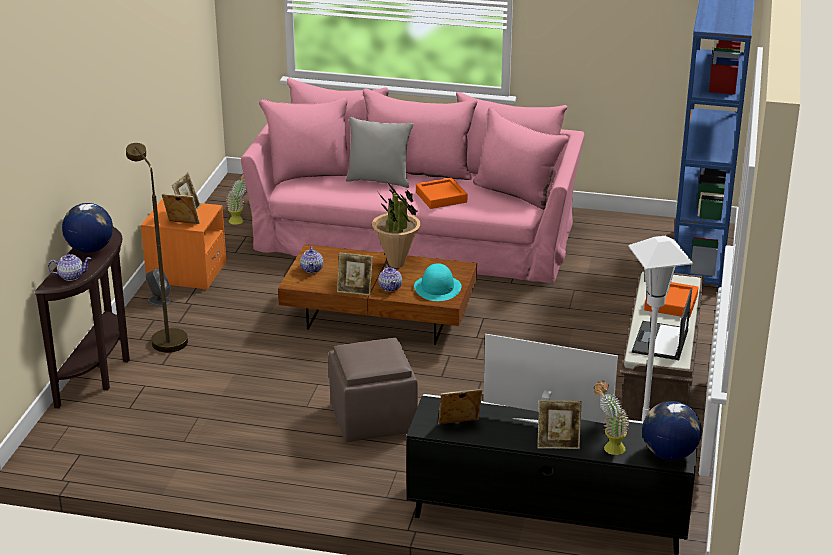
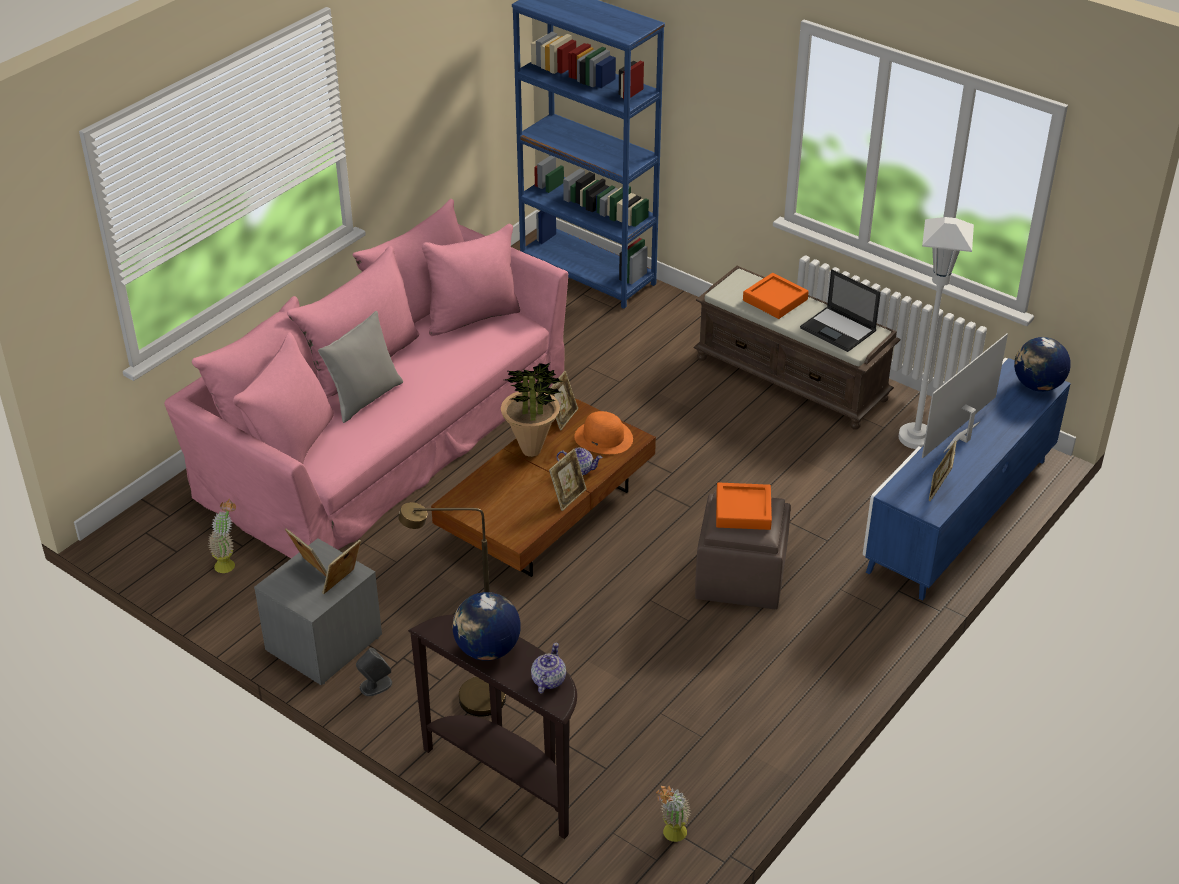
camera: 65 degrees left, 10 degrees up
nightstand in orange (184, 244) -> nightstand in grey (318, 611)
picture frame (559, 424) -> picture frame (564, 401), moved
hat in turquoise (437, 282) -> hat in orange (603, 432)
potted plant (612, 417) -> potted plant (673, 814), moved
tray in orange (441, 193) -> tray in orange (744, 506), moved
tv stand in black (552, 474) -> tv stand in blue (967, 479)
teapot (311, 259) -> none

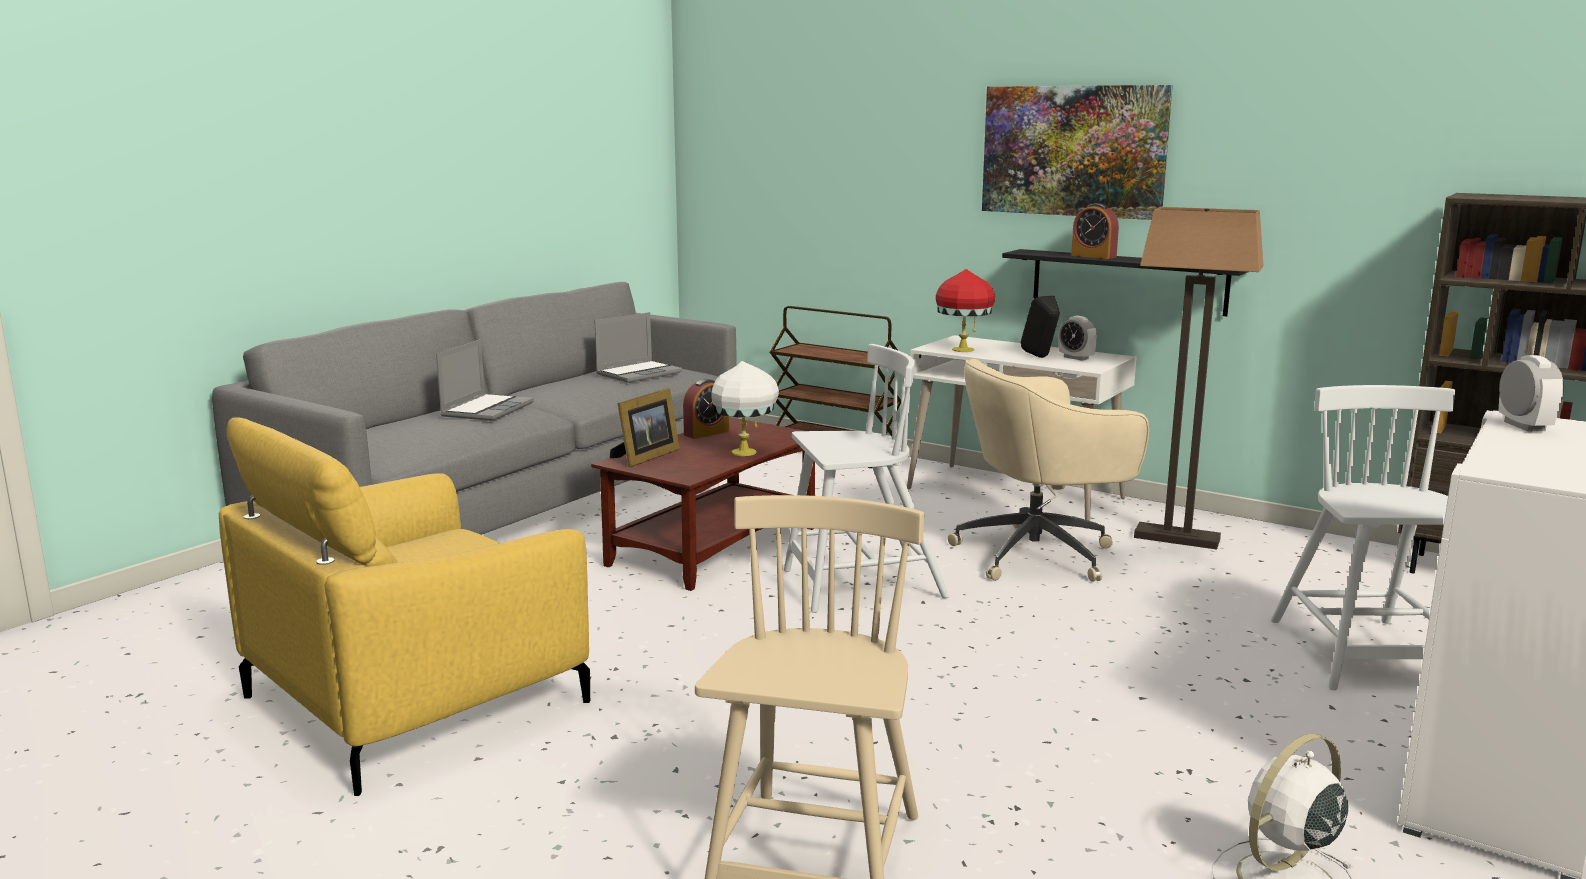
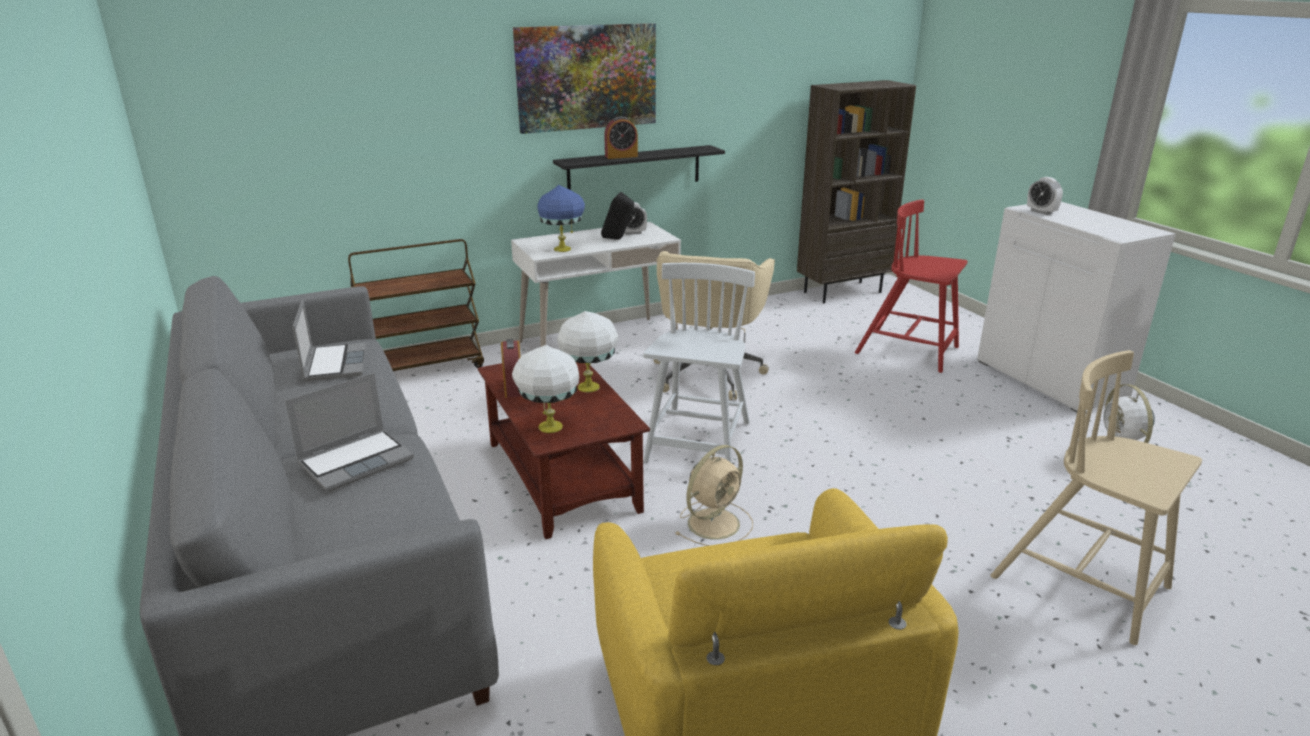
camera: 60 degrees left, 10 degrees up
laptop (485, 380) -> laptop (349, 432), 90 degrees clockwise
picture frame (645, 427) -> table lamp in white (545, 389)
table lamp in red (965, 310) -> table lamp in blue (561, 218)
none -> fan in beige (714, 495)
chair in white (1363, 537) -> chair in red (911, 286)
alarm clock (1531, 393) -> alarm clock (1045, 196), 150 degrees counterclockwise
floor lamp (1199, 378) -> none

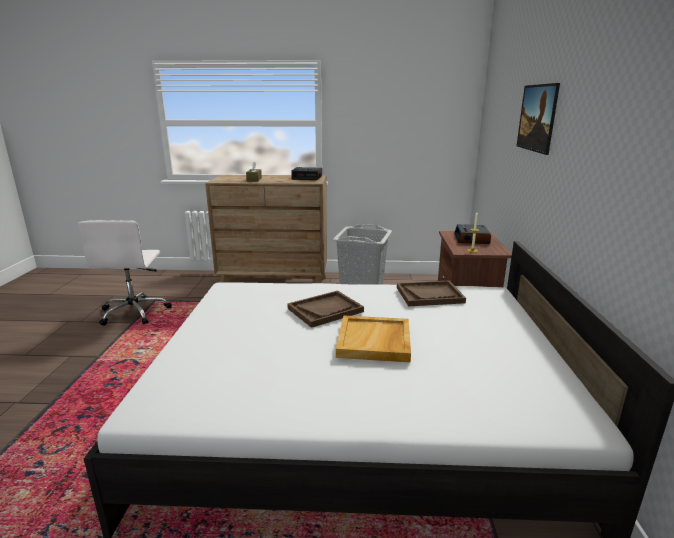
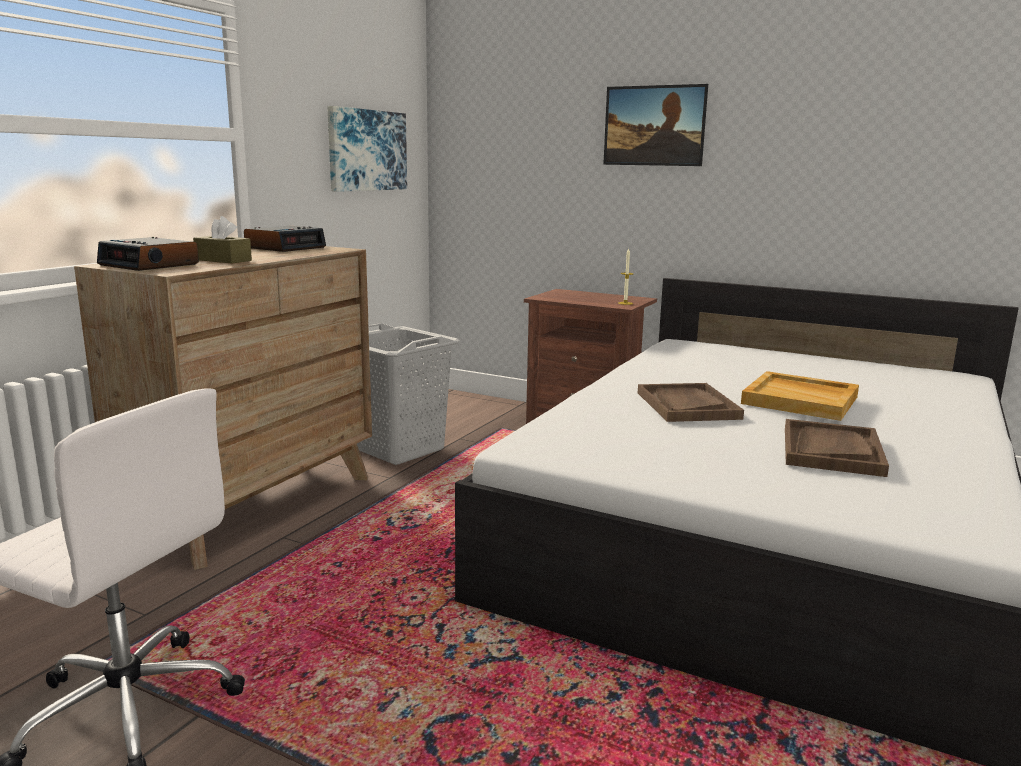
camera: 65 degrees left, 5 degrees down
alarm clock (472, 234) -> alarm clock (148, 254), moved
none -> picture (367, 149)
tray in brown (431, 293) -> tray in brown (837, 448), moved

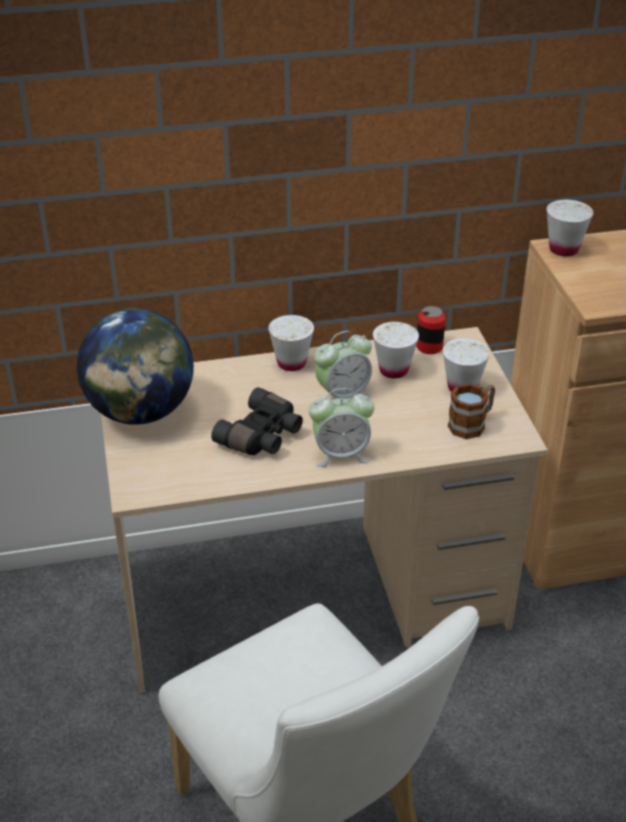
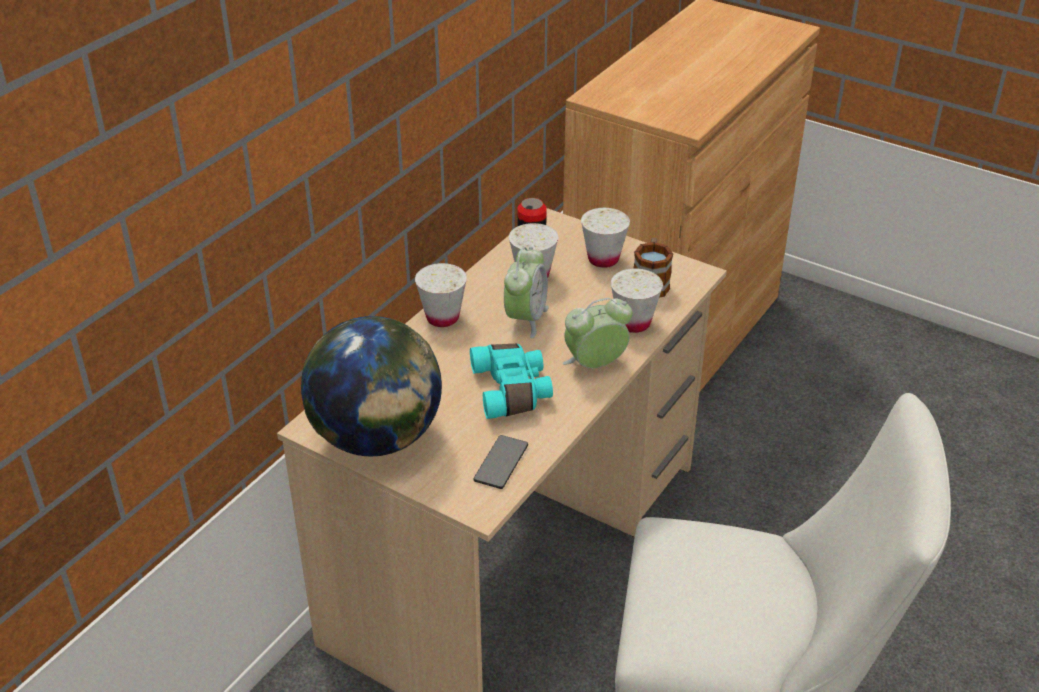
camera: 45 degrees left, 0 degrees up
binoculars in black (257, 421) -> binoculars in turquoise (511, 381)
none -> phone (500, 462)
alarm clock (342, 427) -> alarm clock (597, 333), 150 degrees counterclockwise
cup in white (570, 228) -> cup in white (637, 300), moved

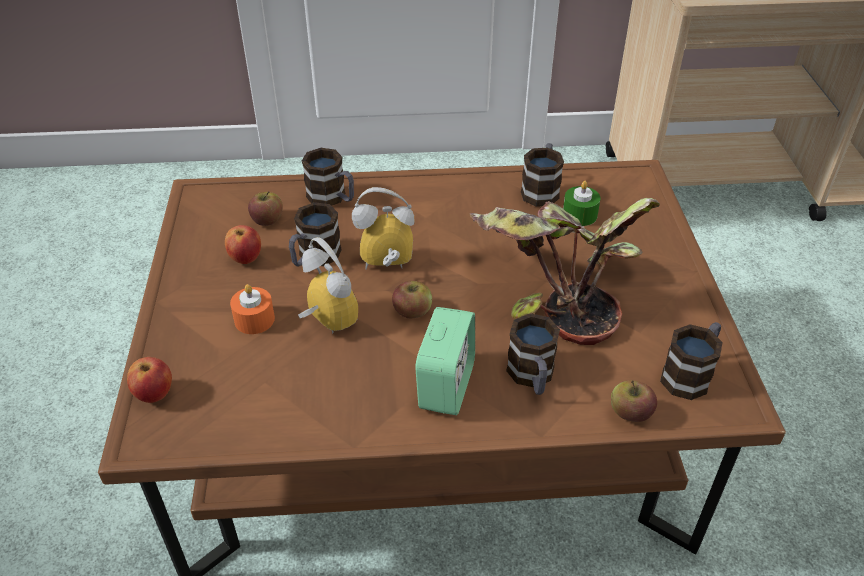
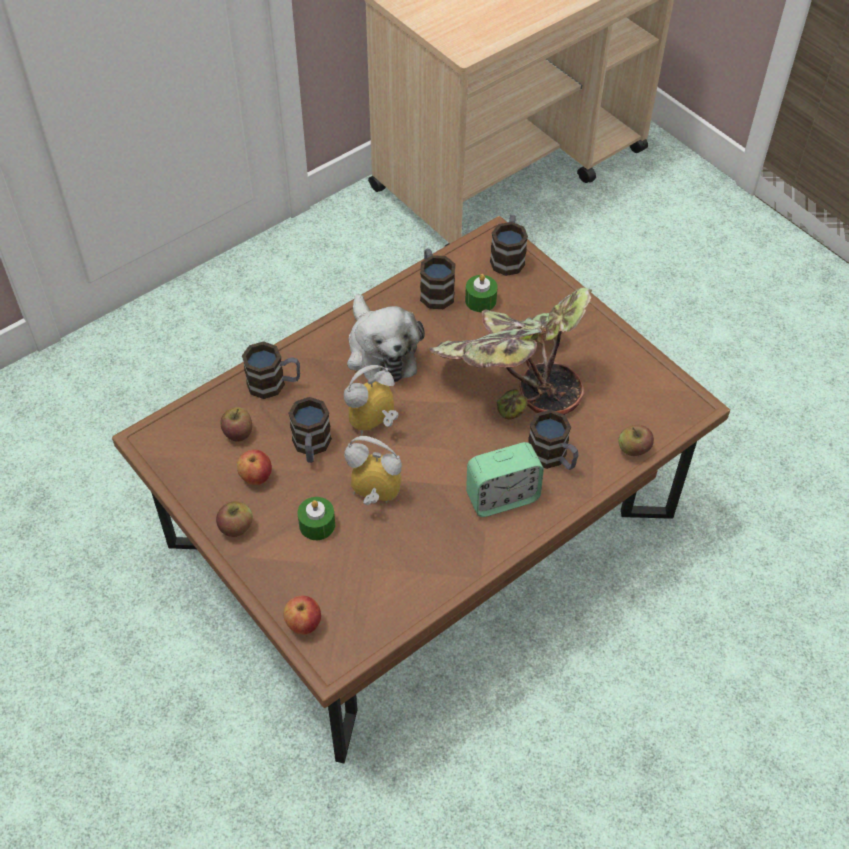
camera: 35 degrees left, 10 degrees up
apple (412, 299) -> apple (234, 519), moved
candle in orange (252, 309) -> candle in green (316, 518)
none -> plush toy (386, 338)
alarm clock (445, 361) -> alarm clock (505, 479), 90 degrees clockwise
mug (691, 361) -> mug (509, 245), moved

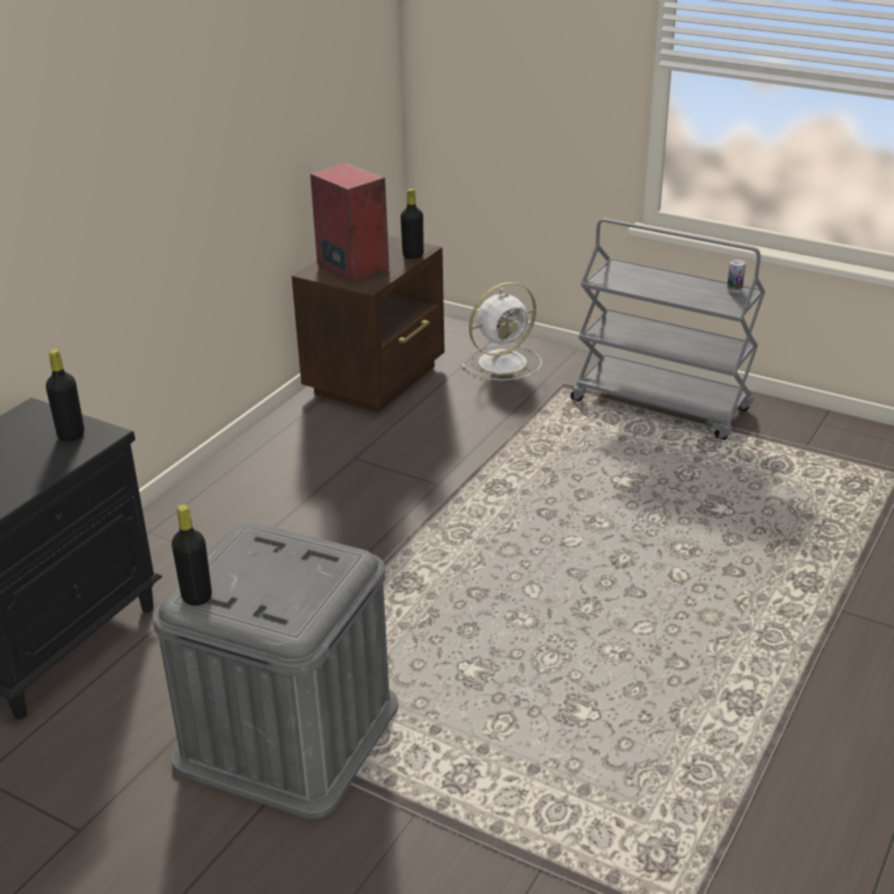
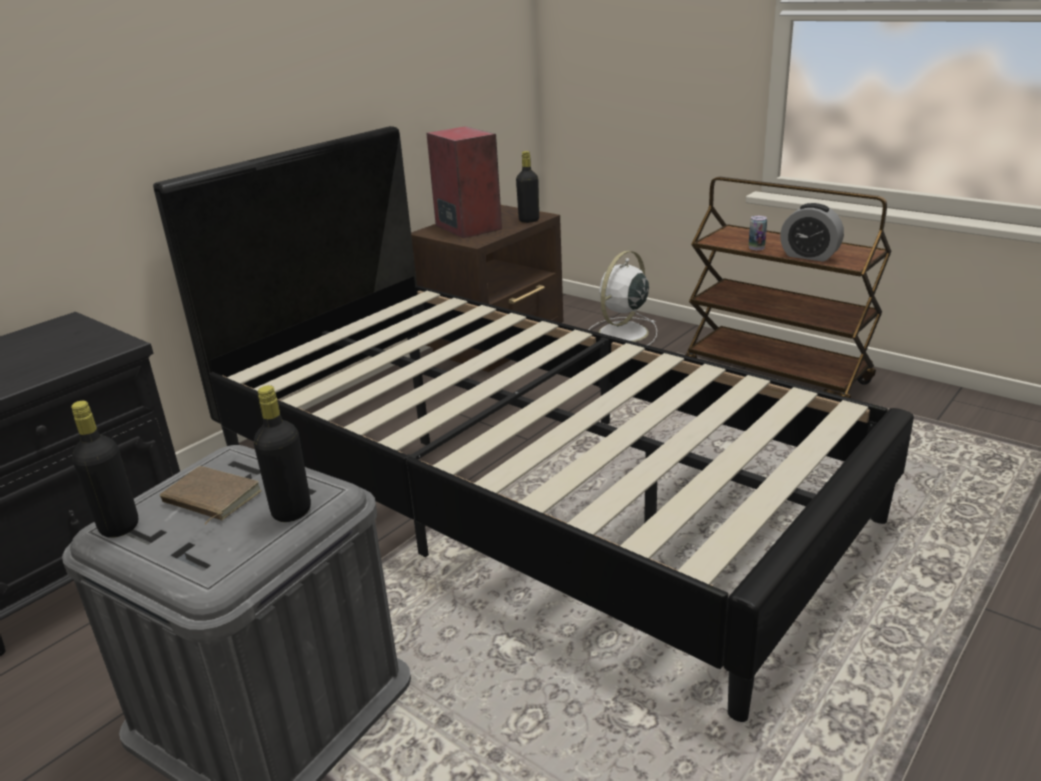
camera: 10 degrees right, 5 degrees down
none -> bed in black (533, 424)
none -> book in brown (211, 495)
bottle in black (65, 395) -> bottle in black (282, 453), moved
fan in white (501, 331) -> fan in white (622, 298), 150 degrees clockwise
cart in grey (667, 329) -> cart in brown (788, 287)
can (736, 276) -> can (758, 233), moved
none -> alarm clock (812, 232)

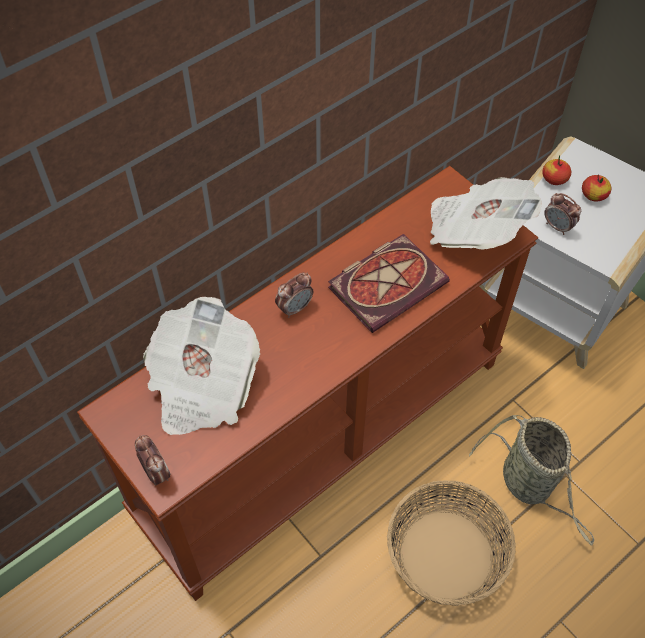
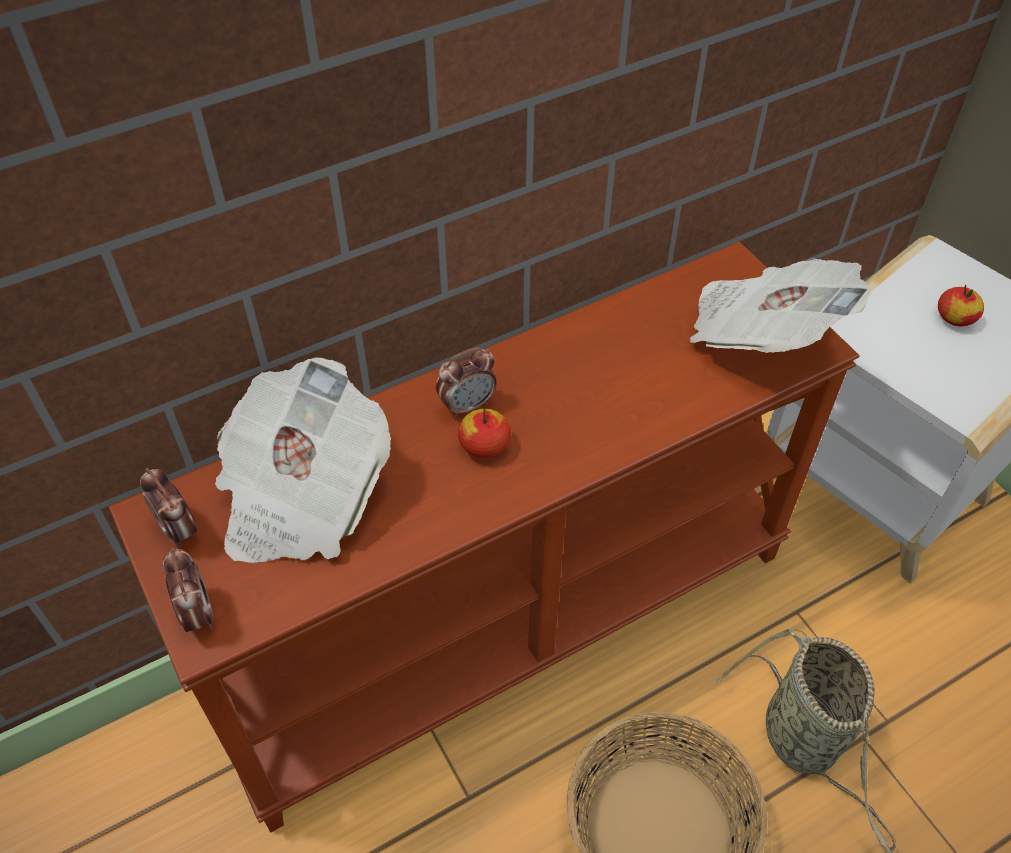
camera: 10 degrees right, 5 degrees down
alarm clock (562, 214) -> alarm clock (169, 508), moved
apple (556, 170) -> apple (484, 431), moved
book (389, 283) -> none

